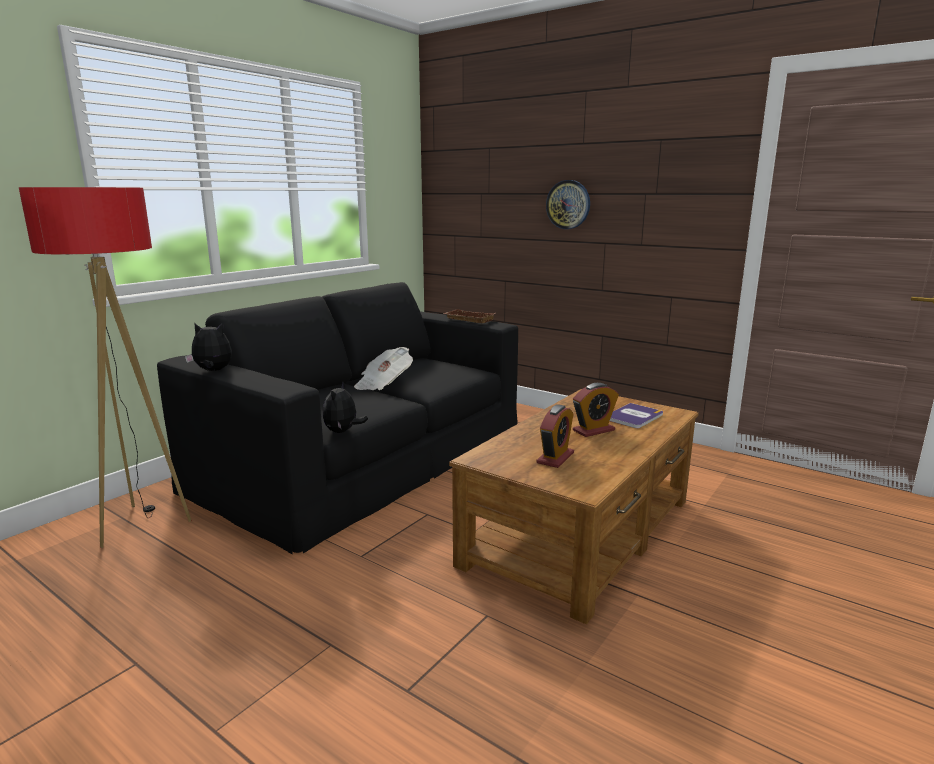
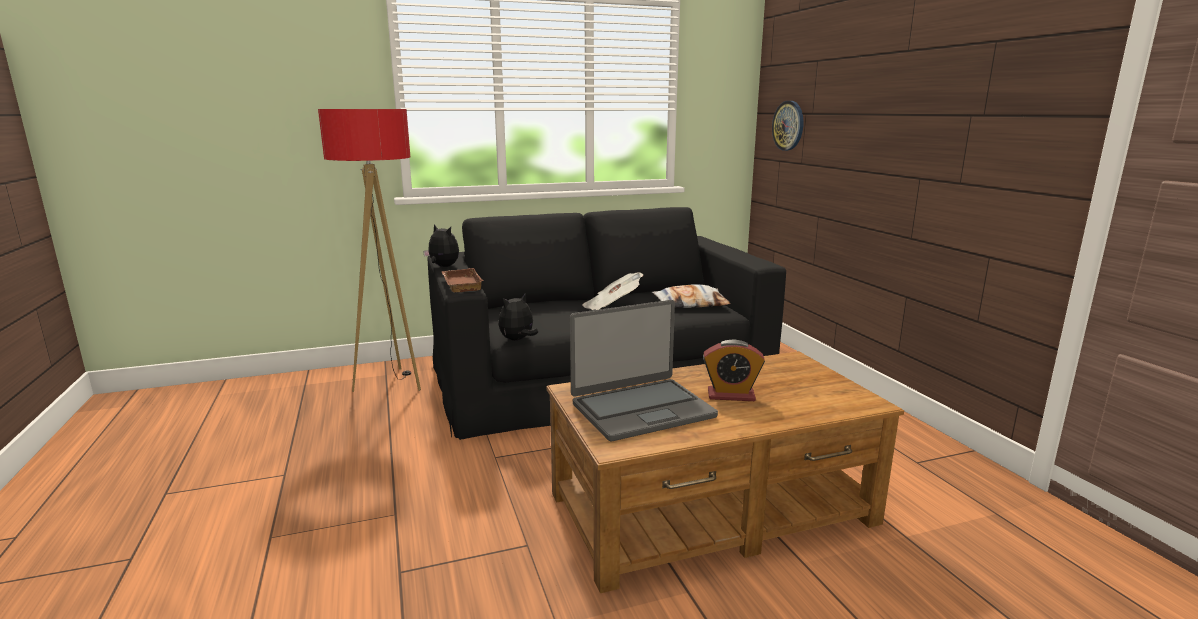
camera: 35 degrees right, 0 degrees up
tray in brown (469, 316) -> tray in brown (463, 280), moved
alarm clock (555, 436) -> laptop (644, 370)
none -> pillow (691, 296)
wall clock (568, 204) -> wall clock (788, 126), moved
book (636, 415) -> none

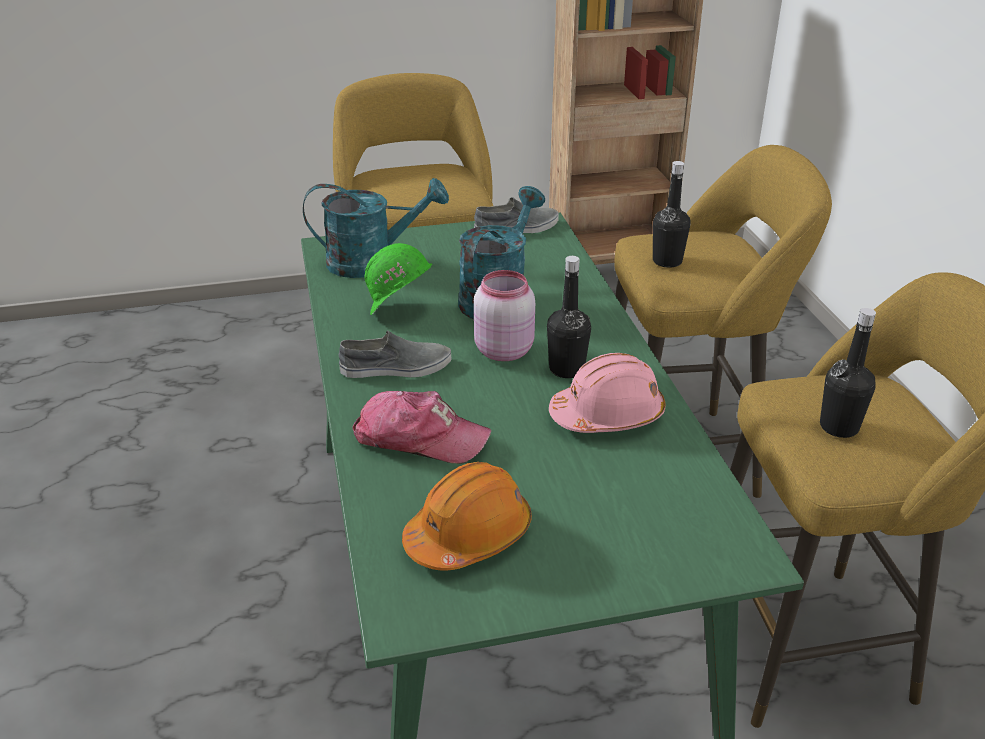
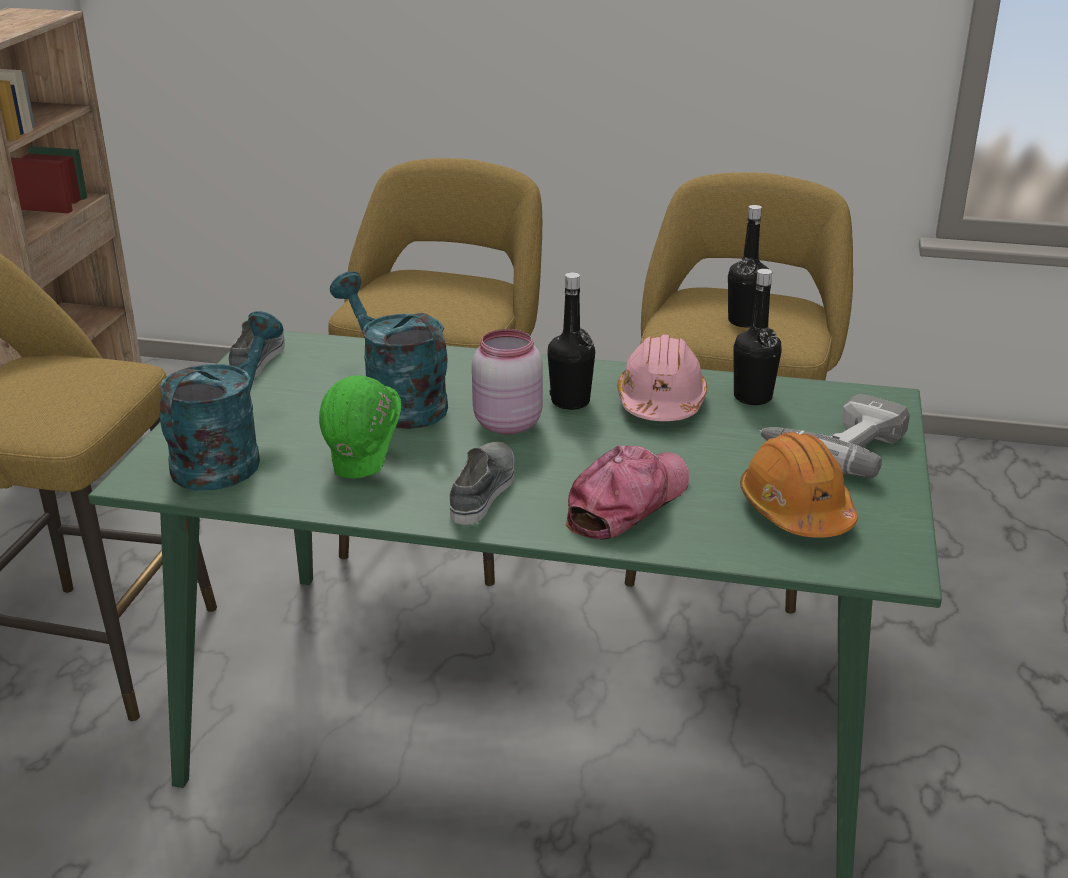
camera: 65 degrees left, 5 degrees down
bottle in black (671, 214) -> bottle in black (757, 337), moved
none -> power drill (834, 436)

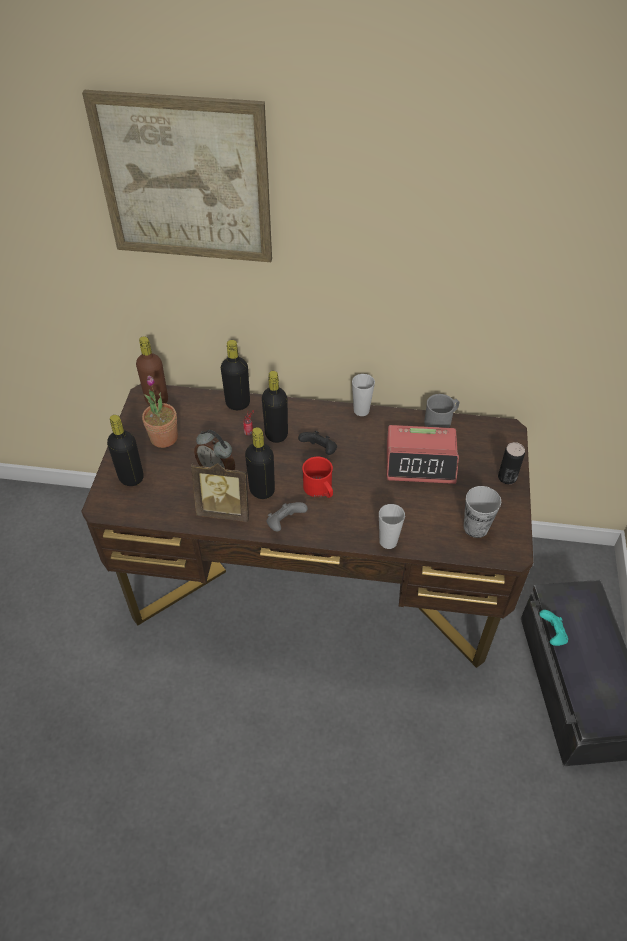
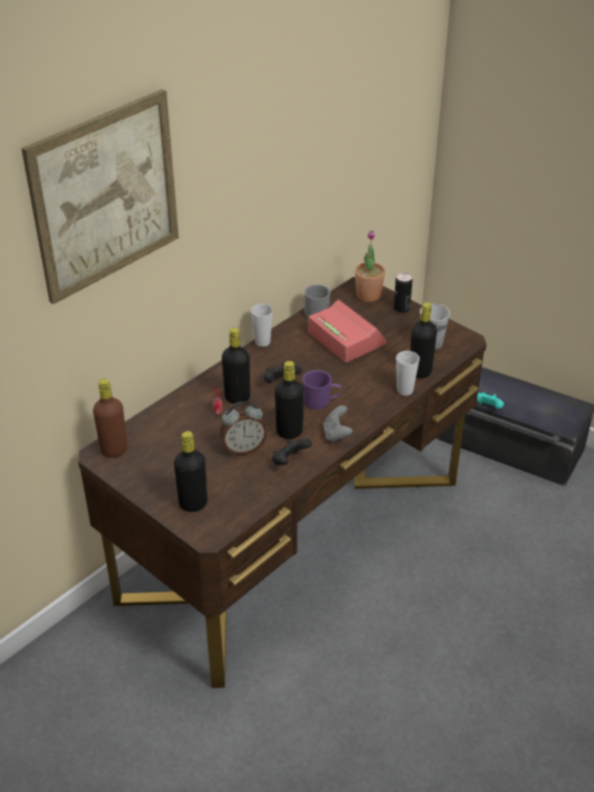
camera: 55 degrees left, 10 degrees down
picture frame (220, 492) -> game controller in black (292, 451)
mug in red (317, 477) -> mug in purple (322, 390)
alarm clock (423, 454) -> alarm clock (347, 331), 75 degrees counterclockwise
potted plant (160, 411) -> potted plant (370, 266), moved
bottle in black (235, 375) -> bottle in black (423, 340), moved

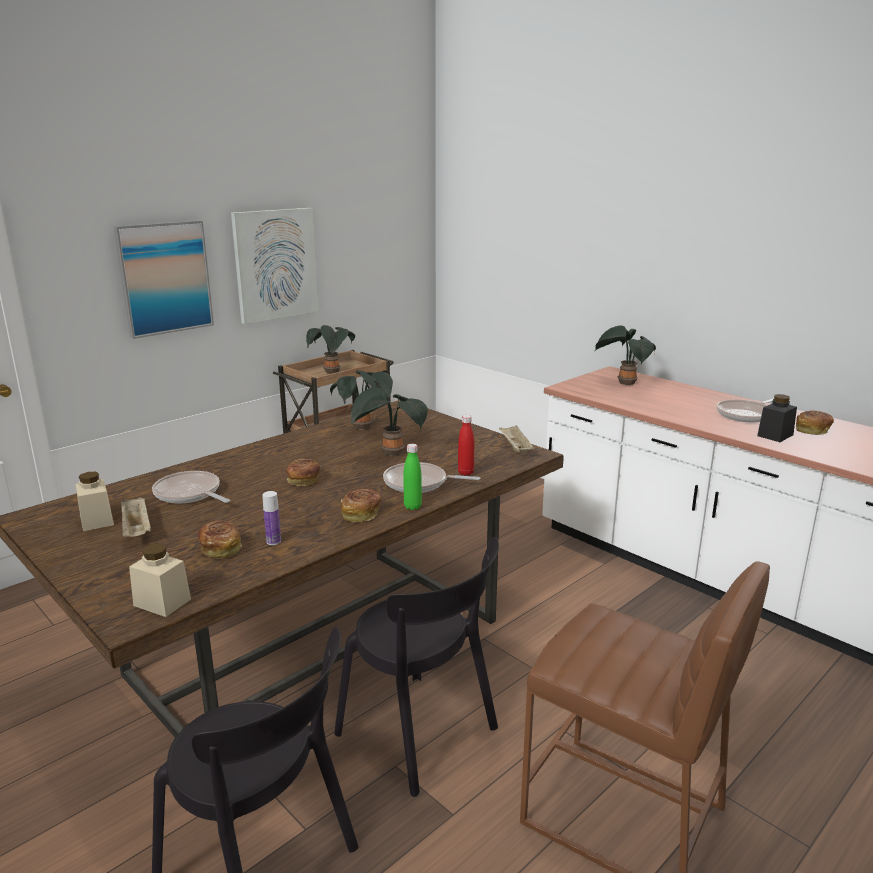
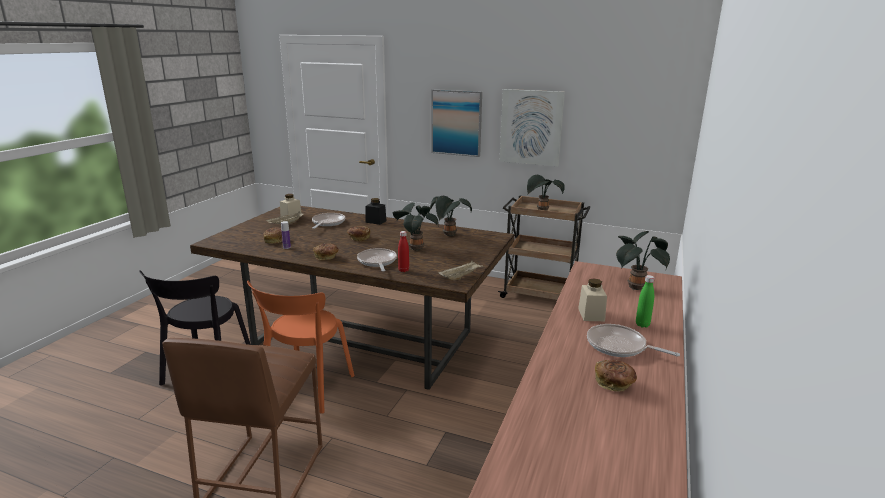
camera: 65 degrees right, 0 degrees up
chair in black (416, 667) -> chair in orange (300, 347)
jar in black (777, 418) -> jar in black (375, 211), moved
jar in beige (160, 580) -> jar in beige (592, 299), moved
bottle in green (413, 477) -> bottle in green (645, 301), moved

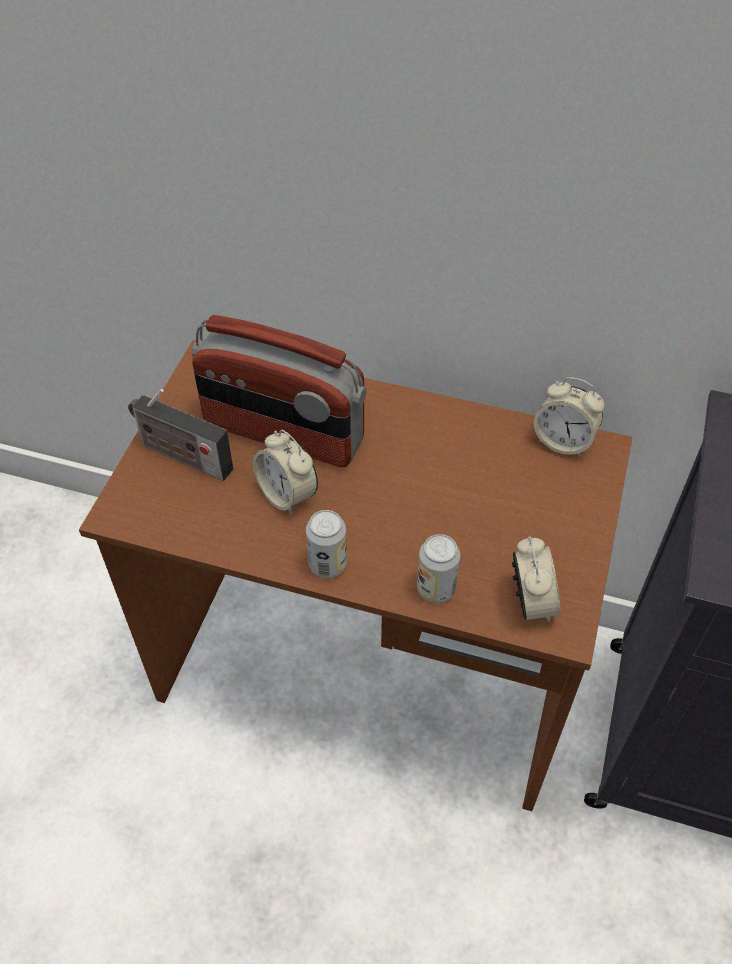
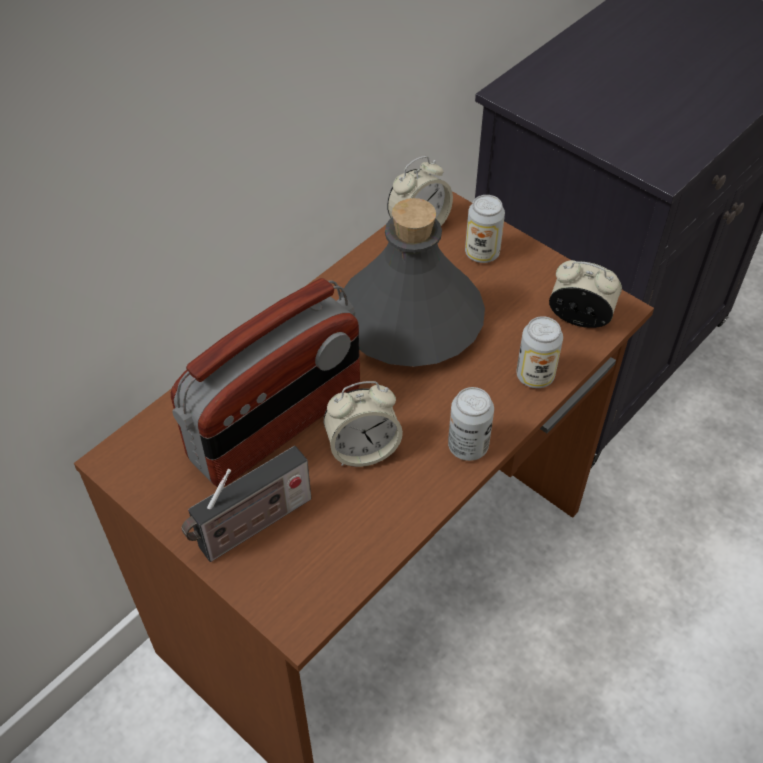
camera: 65 degrees left, 0 degrees up
none -> bottle in grey (413, 282)
none -> can (485, 229)

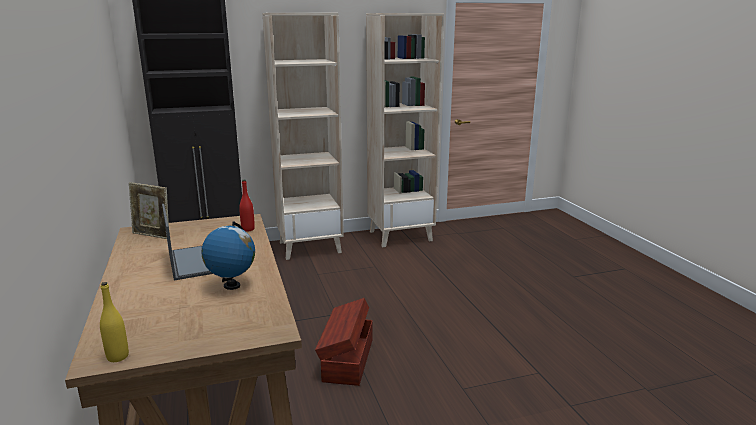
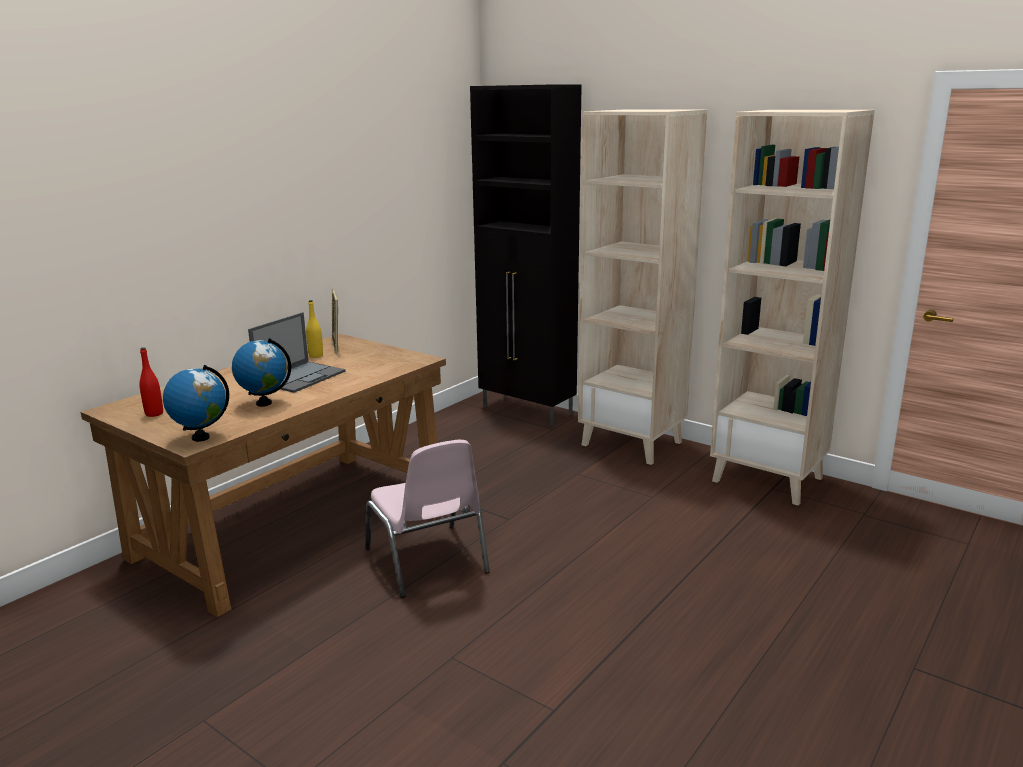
camera: 55 degrees right, 0 degrees up
bottle in red (247, 206) -> bottle in red (151, 382), moved
none -> globe (196, 403)
bottle in yellow (114, 322) -> bottle in yellow (314, 329), moved
storage box in brown (344, 342) -> chair in pink (427, 519)

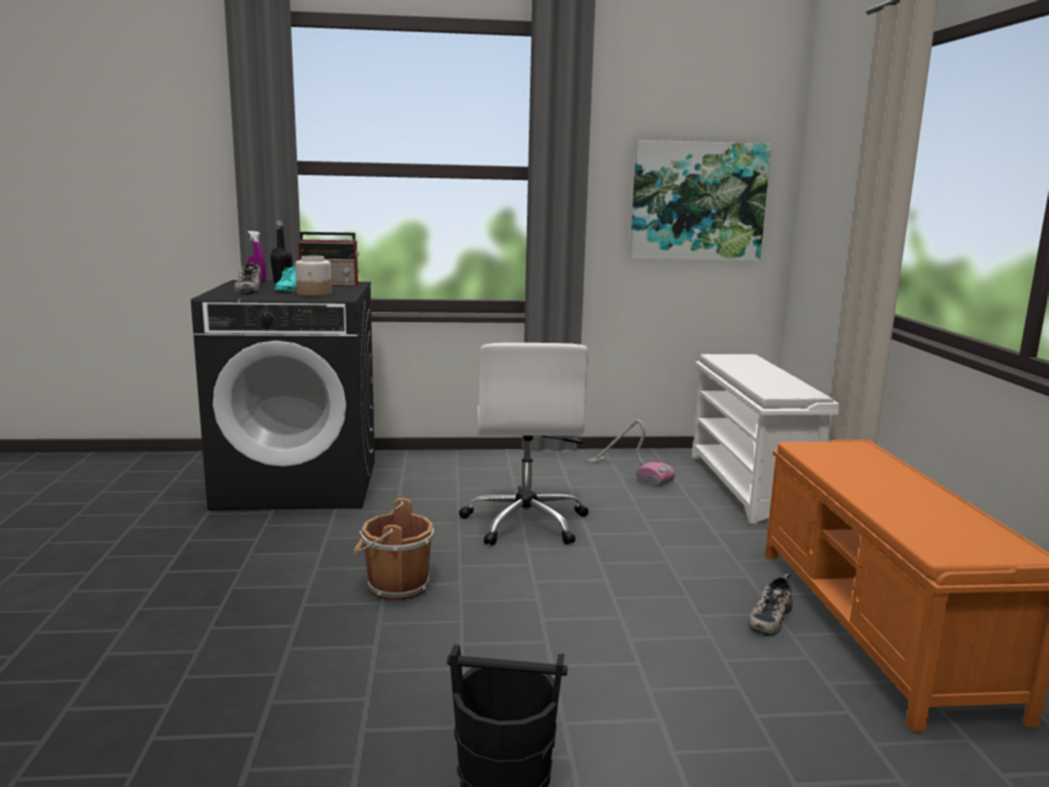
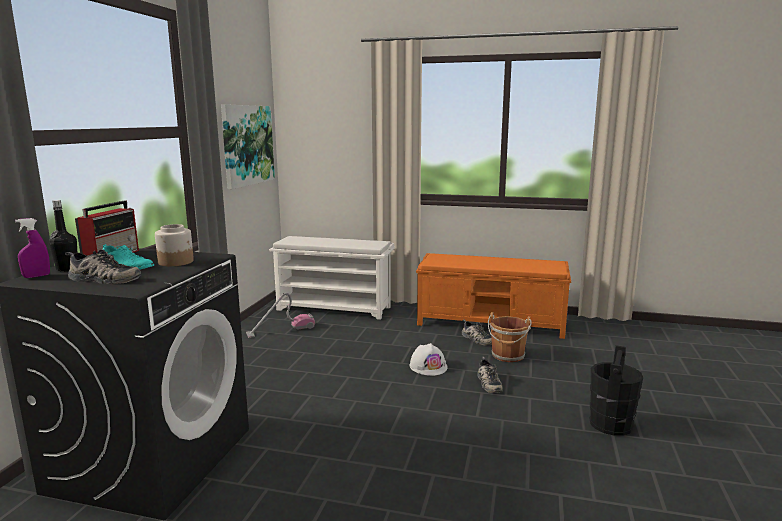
camera: 70 degrees left, 0 degrees up
none -> hard hat in white (428, 359)
none -> shoe (490, 375)
bucket in brown (394, 549) -> bucket in brown (509, 337), moved
office chair in white (524, 444) -> none

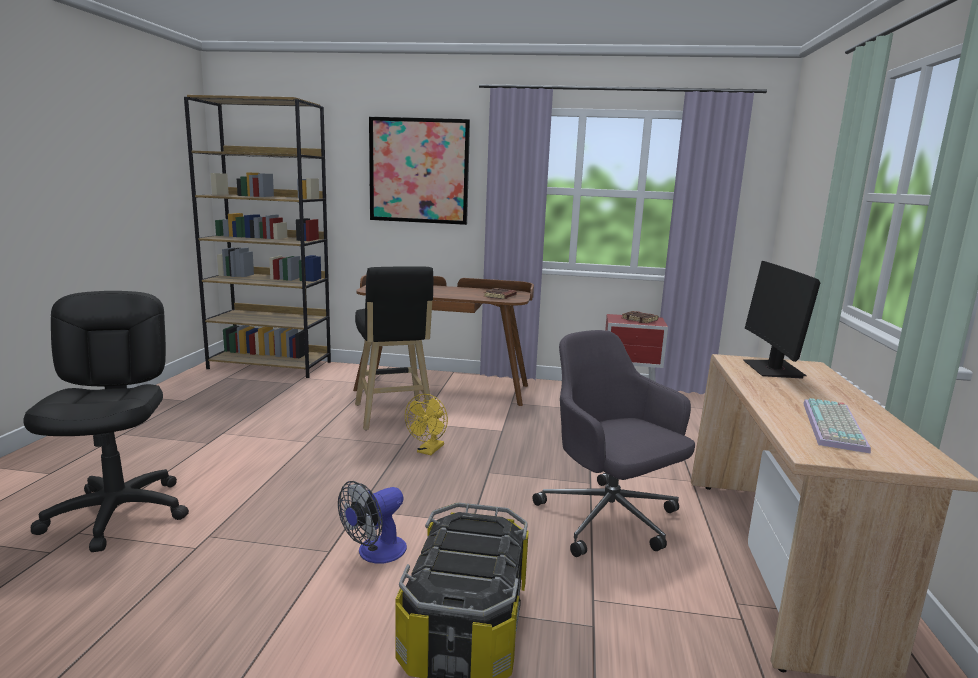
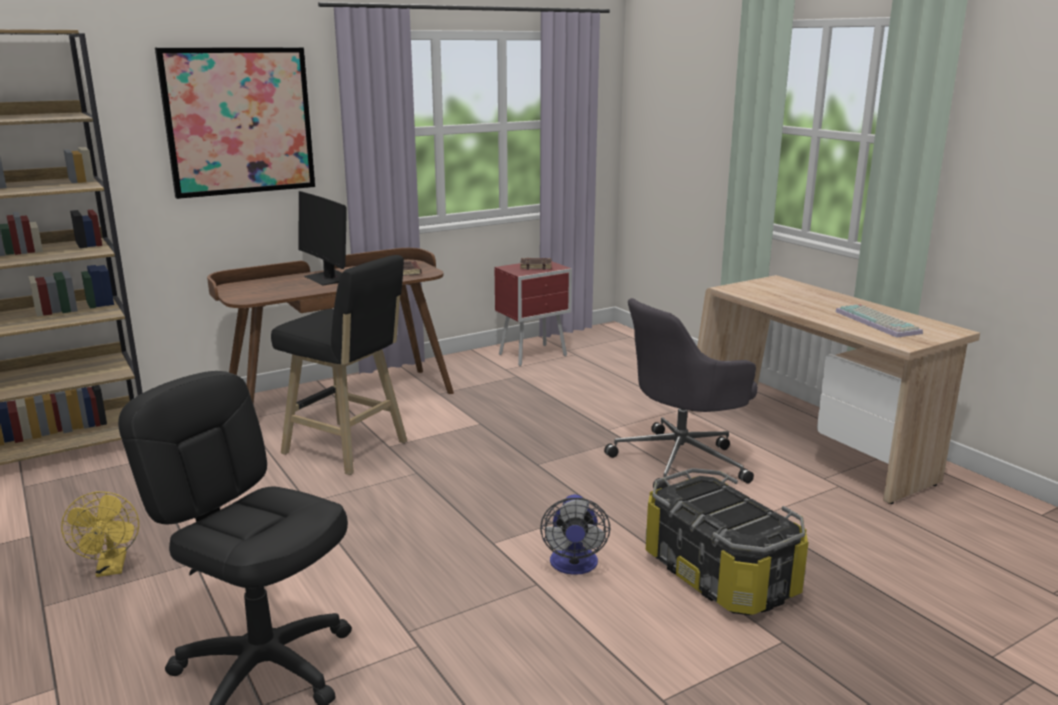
camera: 40 degrees left, 5 degrees up
fan in yellow (426, 424) -> fan in yellow (100, 534), moved
monitor (781, 320) -> monitor (322, 238), moved
office chair in grey (613, 443) -> office chair in grey (681, 394), 45 degrees counterclockwise

